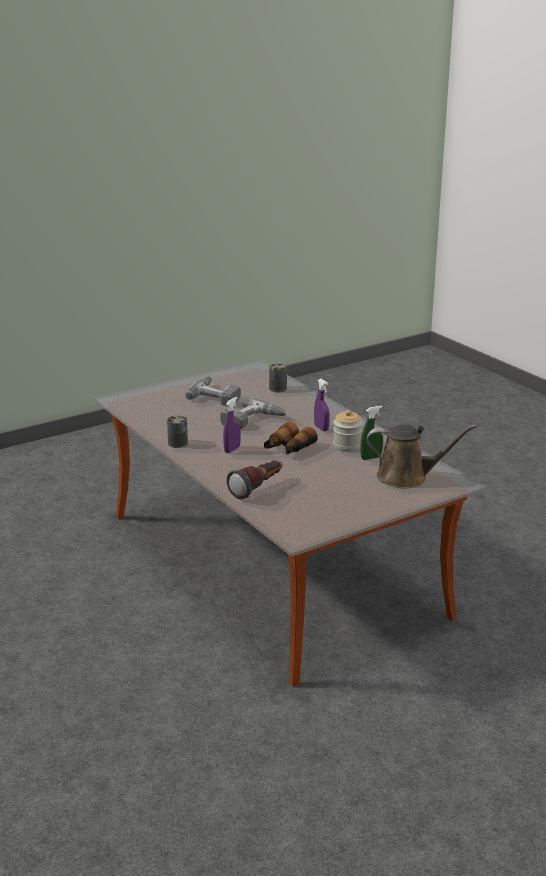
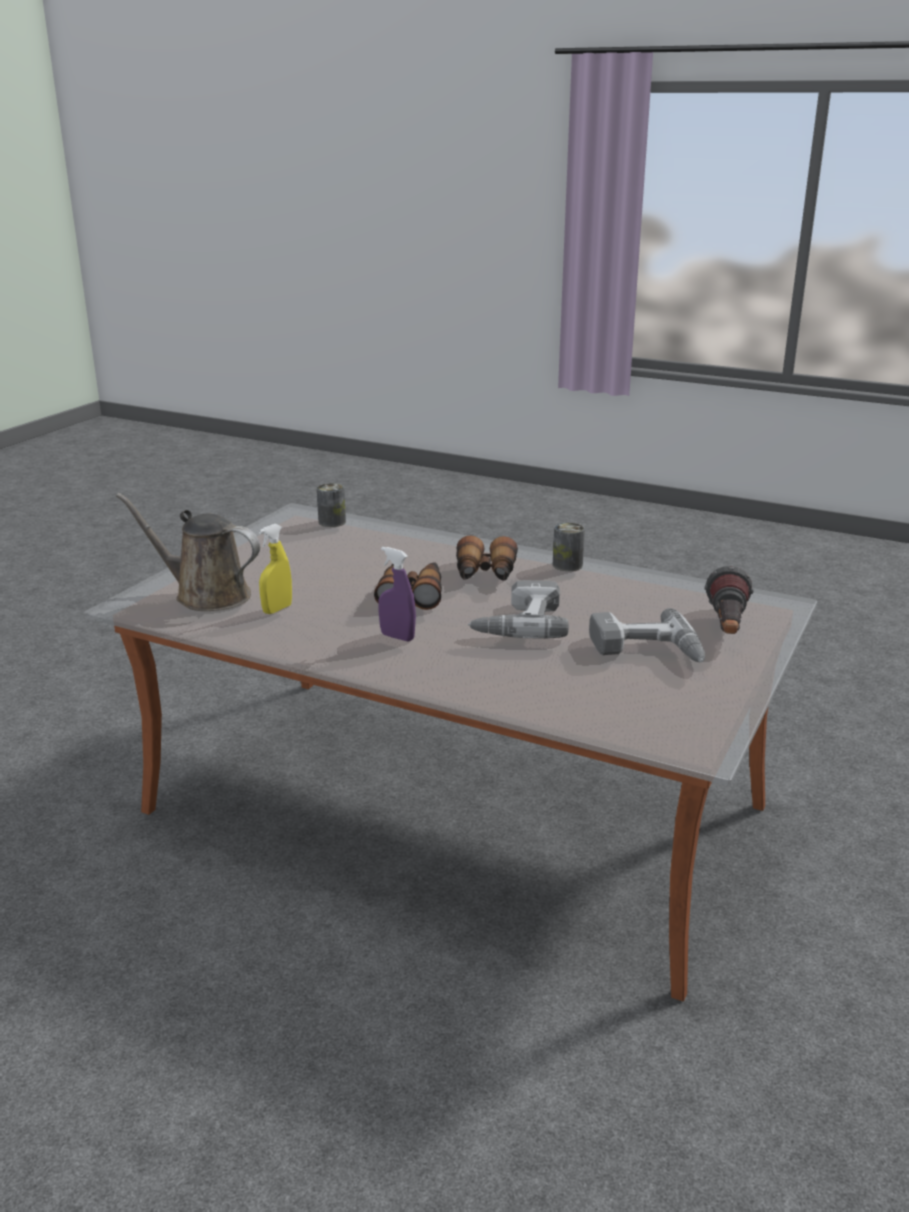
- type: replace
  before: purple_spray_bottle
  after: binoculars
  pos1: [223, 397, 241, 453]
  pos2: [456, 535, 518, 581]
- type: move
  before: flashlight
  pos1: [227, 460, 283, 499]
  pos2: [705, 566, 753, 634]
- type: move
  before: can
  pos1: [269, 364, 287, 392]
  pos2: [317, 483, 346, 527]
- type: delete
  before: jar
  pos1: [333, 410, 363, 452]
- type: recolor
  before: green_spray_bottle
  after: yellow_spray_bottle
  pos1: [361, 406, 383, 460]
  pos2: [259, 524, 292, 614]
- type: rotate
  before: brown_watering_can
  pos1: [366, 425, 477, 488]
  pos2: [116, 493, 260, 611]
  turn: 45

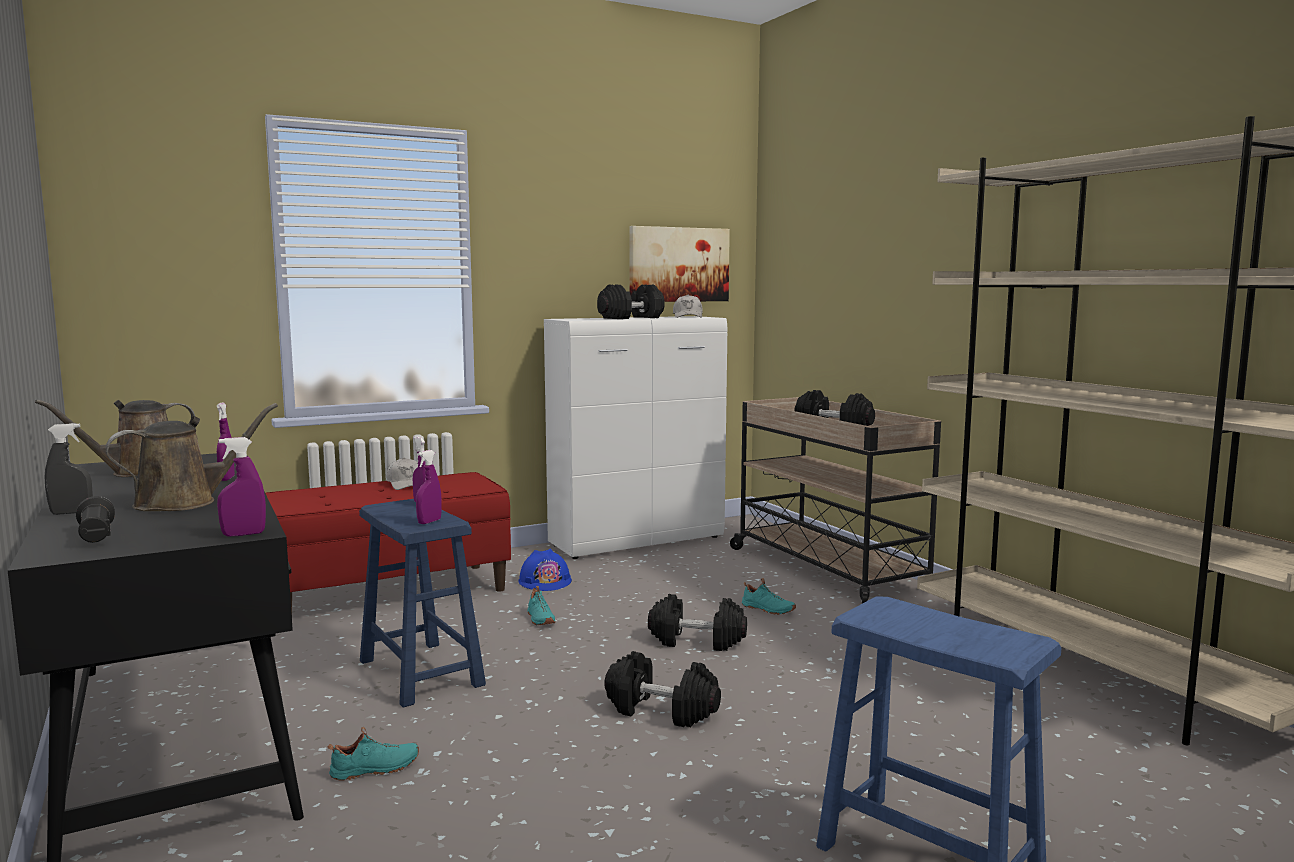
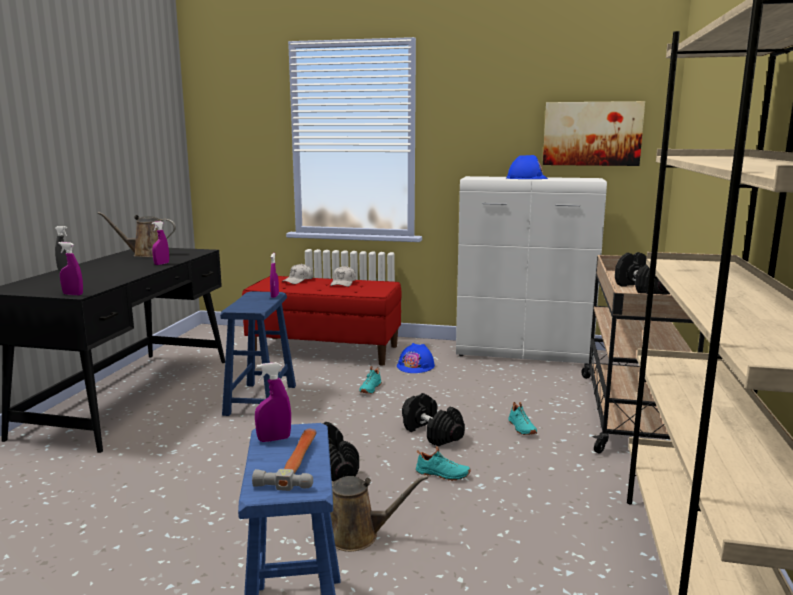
- type: delete
  before: black_flashlight
  pos1: [76, 496, 115, 543]
- type: move
  before: brown_watering_can
  pos1: [106, 403, 278, 511]
  pos2: [330, 475, 428, 552]
- type: move
  before: turquoise_shoe
  pos1: [328, 727, 419, 781]
  pos2: [416, 446, 471, 481]
- type: move
  before: purple_spray_bottle
  pos1: [416, 450, 442, 524]
  pos2: [255, 362, 291, 442]
- type: replace
  before: black_dumbbell
  after: blue_hard_hat
  pos1: [597, 284, 665, 319]
  pos2: [506, 155, 548, 179]
- type: move
  before: white_cap
  pos1: [673, 295, 703, 318]
  pos2: [282, 264, 314, 284]
- type: insert
  after: hammer
  pos2: [252, 429, 317, 491]

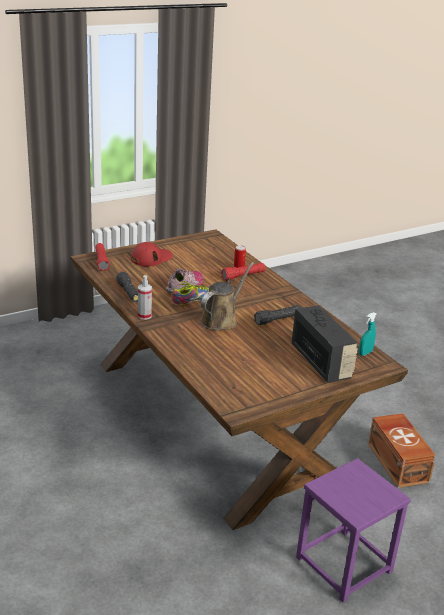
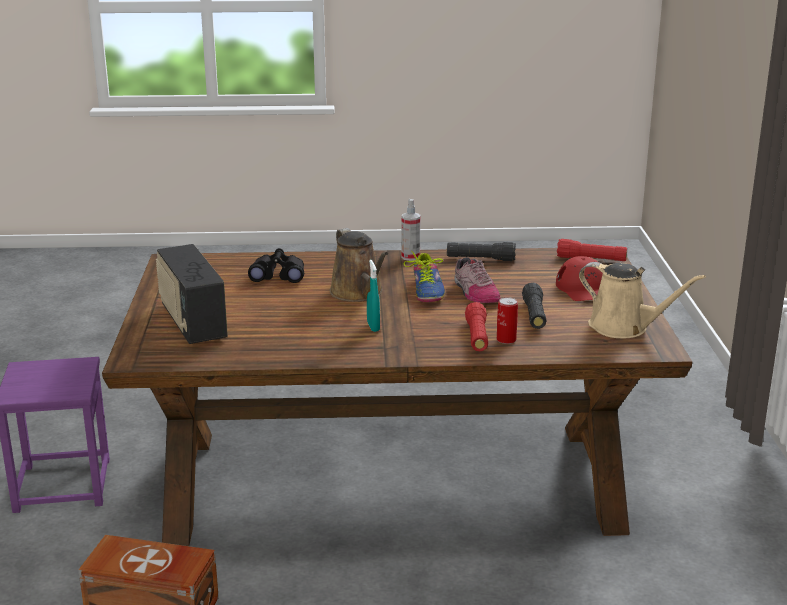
- type: move
  before: black_flashlight
  pos1: [254, 305, 302, 325]
  pos2: [522, 283, 546, 329]
- type: rotate
  before: radio
  pos1: [292, 305, 358, 383]
  pos2: [156, 244, 228, 344]
  turn: 60
- type: move
  before: turquoise_spray_bottle
  pos1: [359, 312, 376, 356]
  pos2: [367, 260, 380, 332]
- type: insert
  after: black_binoculars
  pos2: [248, 248, 304, 283]
- type: insert
  after: beige_watering_can
  pos2: [579, 262, 706, 339]

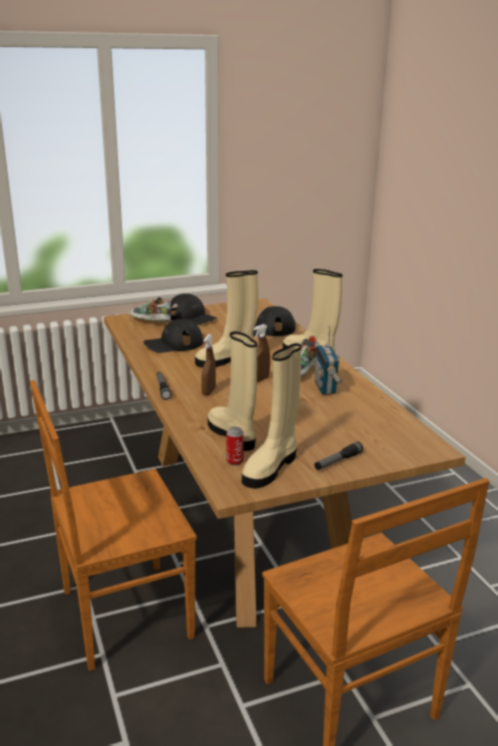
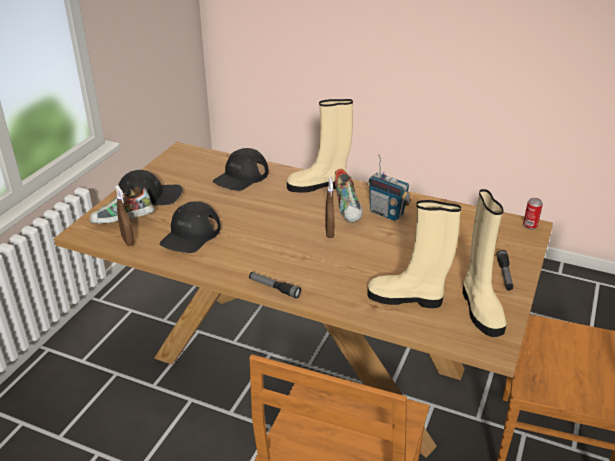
- type: delete
  before: beige_boot
  pos1: [195, 270, 258, 367]
- type: move
  before: brown_spray_bottle
  pos1: [201, 334, 216, 396]
  pos2: [115, 185, 134, 246]
- type: move
  before: can
  pos1: [226, 427, 244, 465]
  pos2: [523, 198, 543, 229]

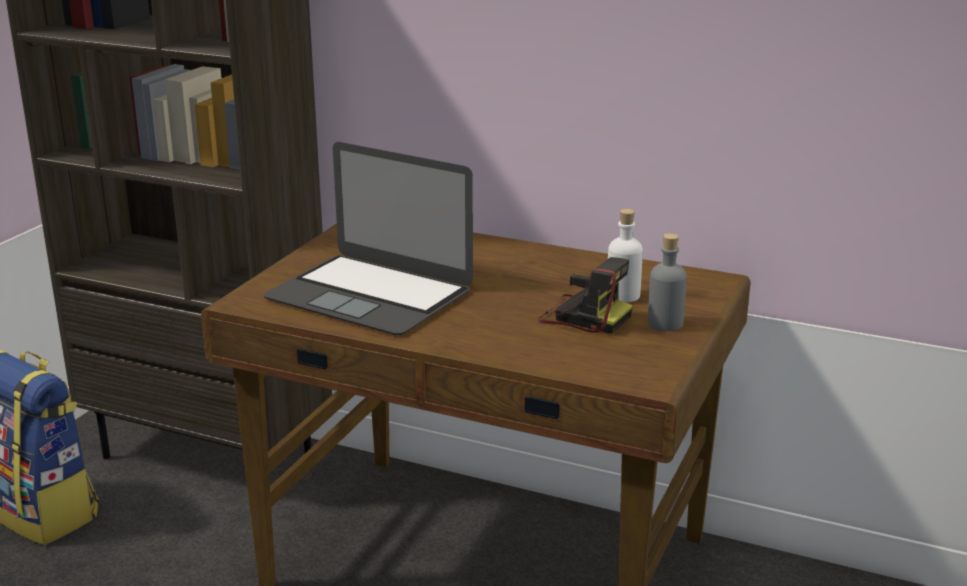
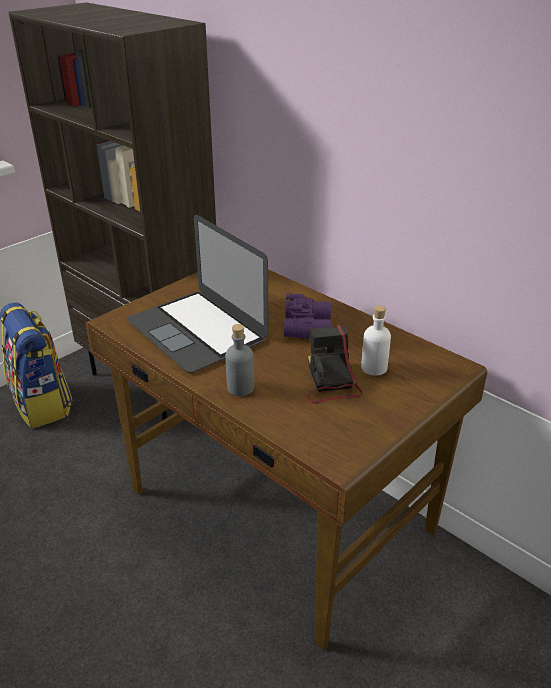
- type: rotate
  before: photo_camera
  pos1: [538, 257, 633, 334]
  pos2: [307, 326, 362, 404]
  turn: -150
- type: move
  before: grey_bottle
  pos1: [648, 233, 687, 331]
  pos2: [225, 324, 254, 396]
- type: insert
  after: purple_binoculars
  pos2: [284, 293, 331, 339]

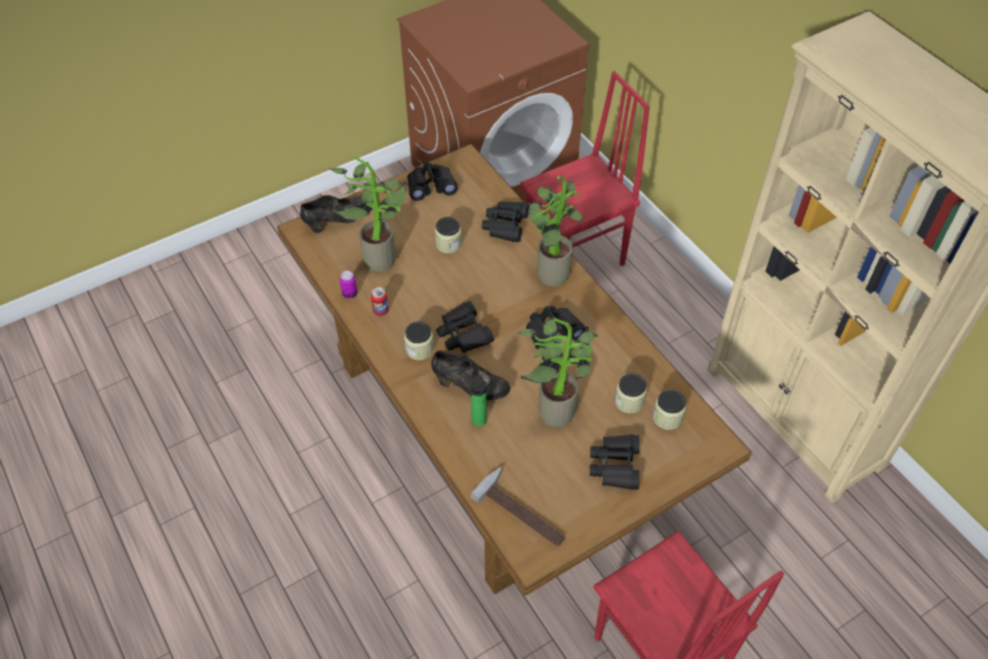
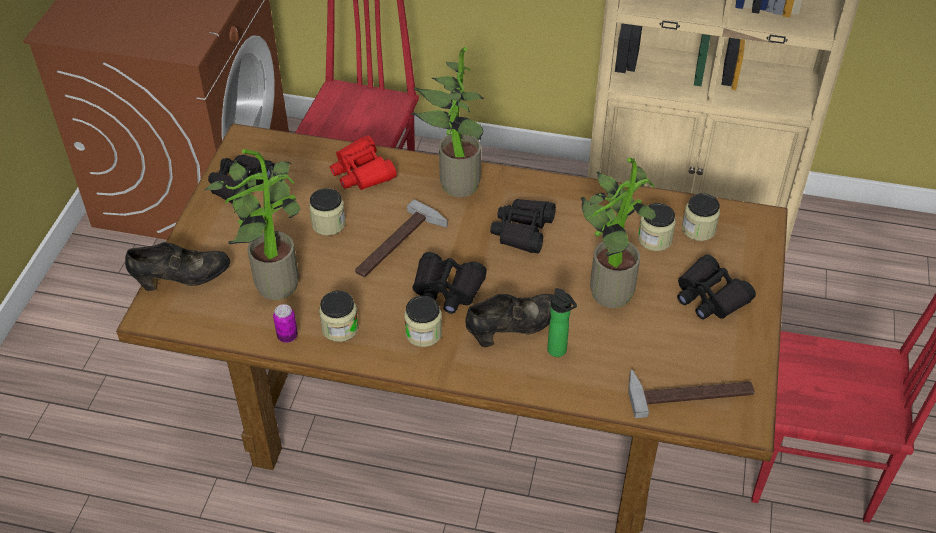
- type: rotate
  before: black_shoe
  pos1: [300, 195, 362, 233]
  pos2: [125, 242, 230, 291]
  turn: 60
- type: replace
  before: can
  after: jar
  pos1: [371, 287, 389, 316]
  pos2: [319, 291, 359, 342]
- type: recolor
  before: black_binoculars
  after: red_binoculars
  pos1: [482, 201, 529, 242]
  pos2: [330, 135, 397, 190]
- type: insert
  after: hammer
  pos2: [355, 199, 448, 277]

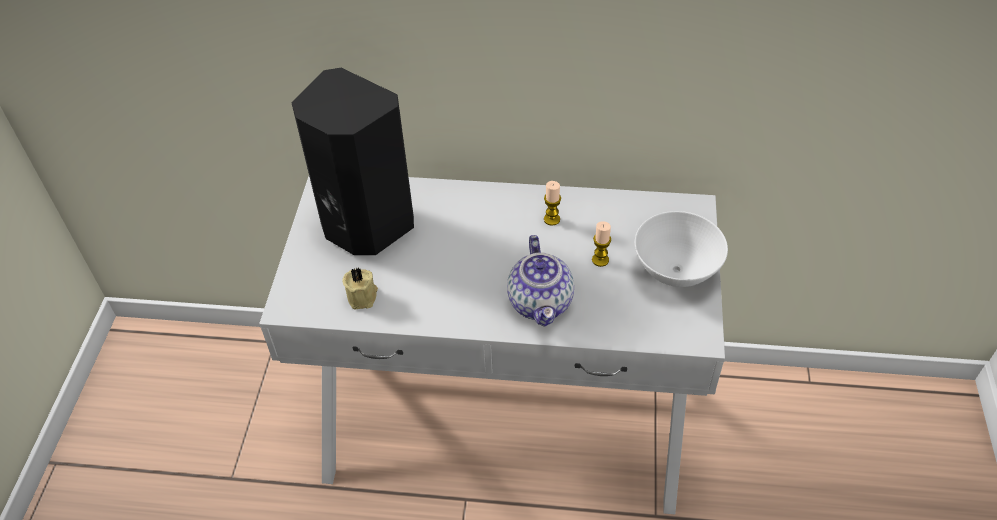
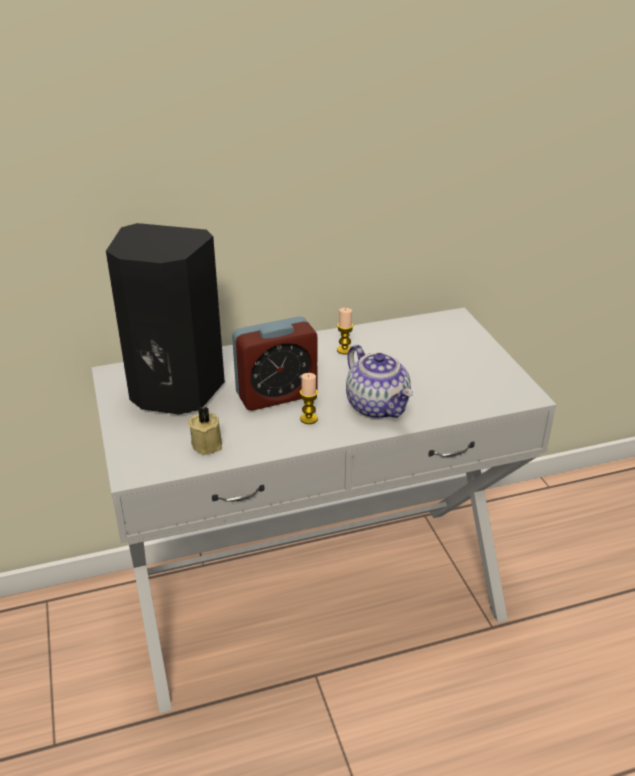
- type: move
  before: candle
  pos1: [592, 221, 611, 267]
  pos2: [300, 373, 318, 424]
- type: delete
  before: white_bowl
  pos1: [635, 211, 728, 287]
- type: insert
  after: alarm_clock
  pos2: [232, 316, 317, 411]

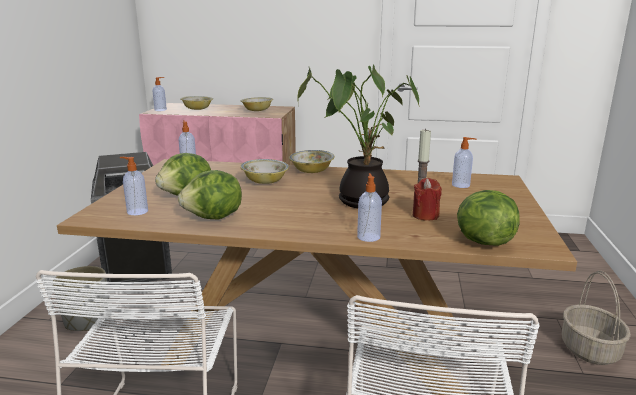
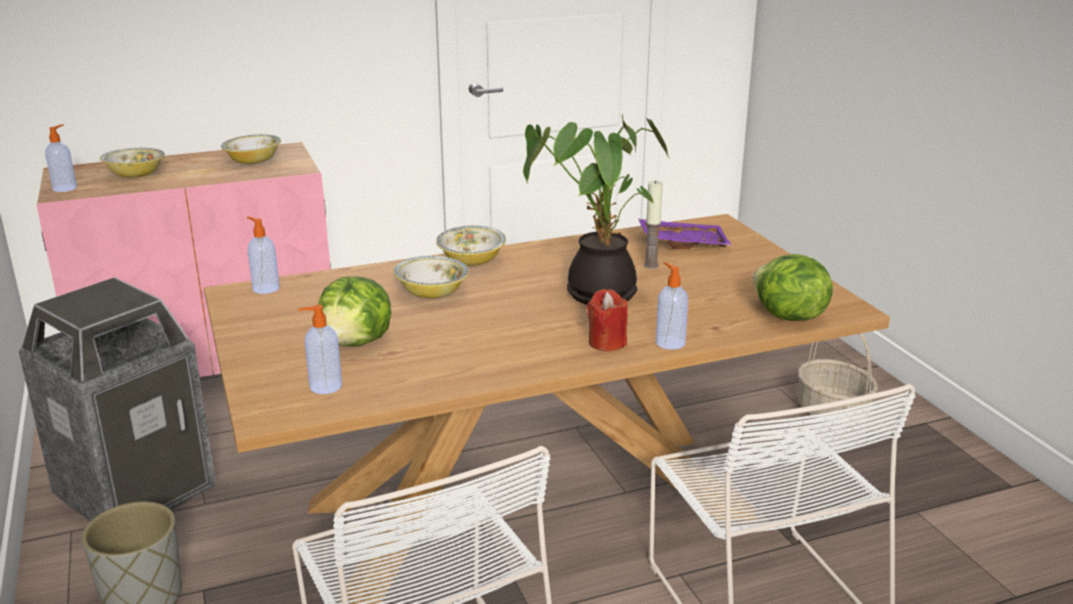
- type: delete
  before: lettuce
  pos1: [178, 170, 242, 219]
- type: move
  before: red_candle
  pos1: [413, 178, 442, 221]
  pos2: [587, 289, 628, 351]
- type: replace
  before: soap_dispenser
  after: purple_tray
  pos1: [452, 137, 477, 188]
  pos2: [639, 219, 732, 249]

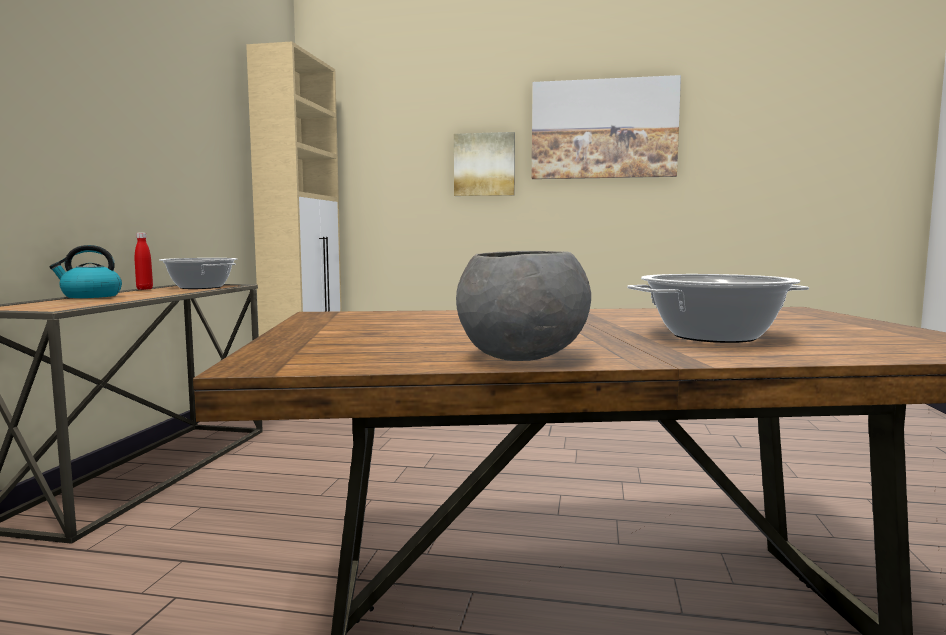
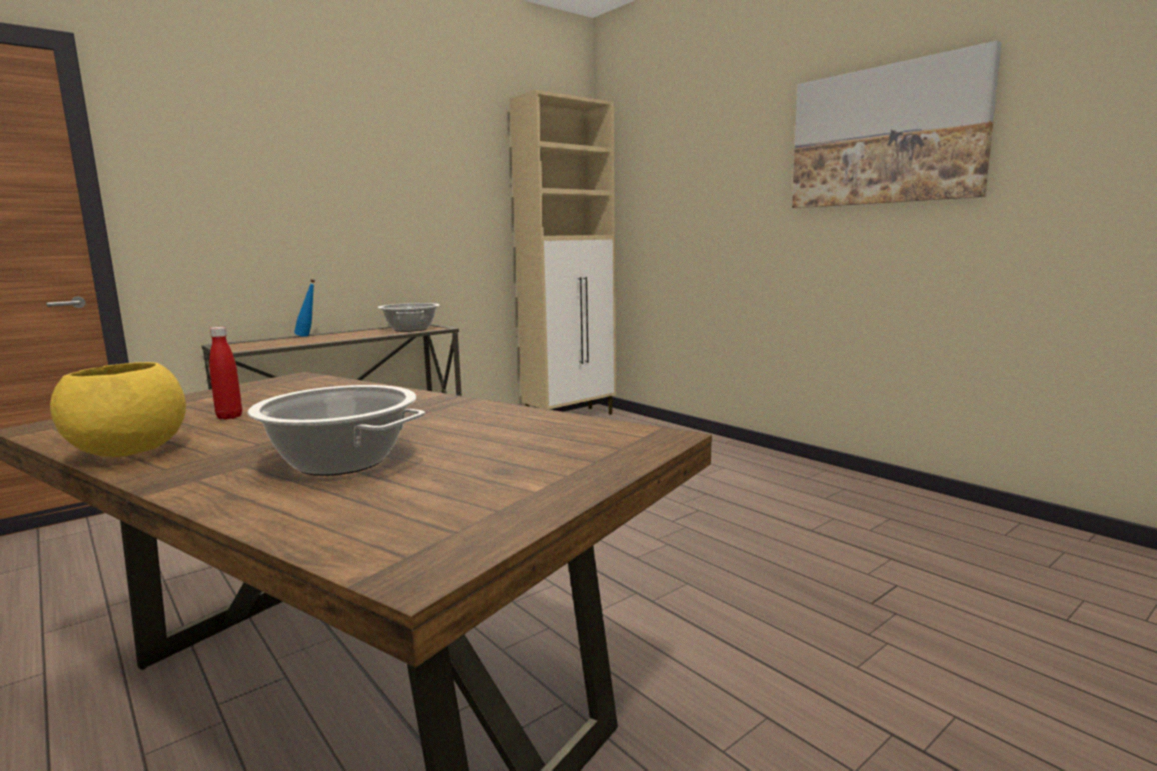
- type: replace
  before: kettle
  after: blue_bottle
  pos1: [50, 245, 122, 298]
  pos2: [294, 279, 315, 337]
- type: move
  before: red_bottle
  pos1: [135, 233, 153, 290]
  pos2: [209, 327, 242, 420]
- type: delete
  before: picture
  pos1: [454, 132, 515, 196]
- type: recolor
  before: grey_bowl
  after: yellow_bowl
  pos1: [456, 251, 591, 361]
  pos2: [50, 362, 186, 457]

